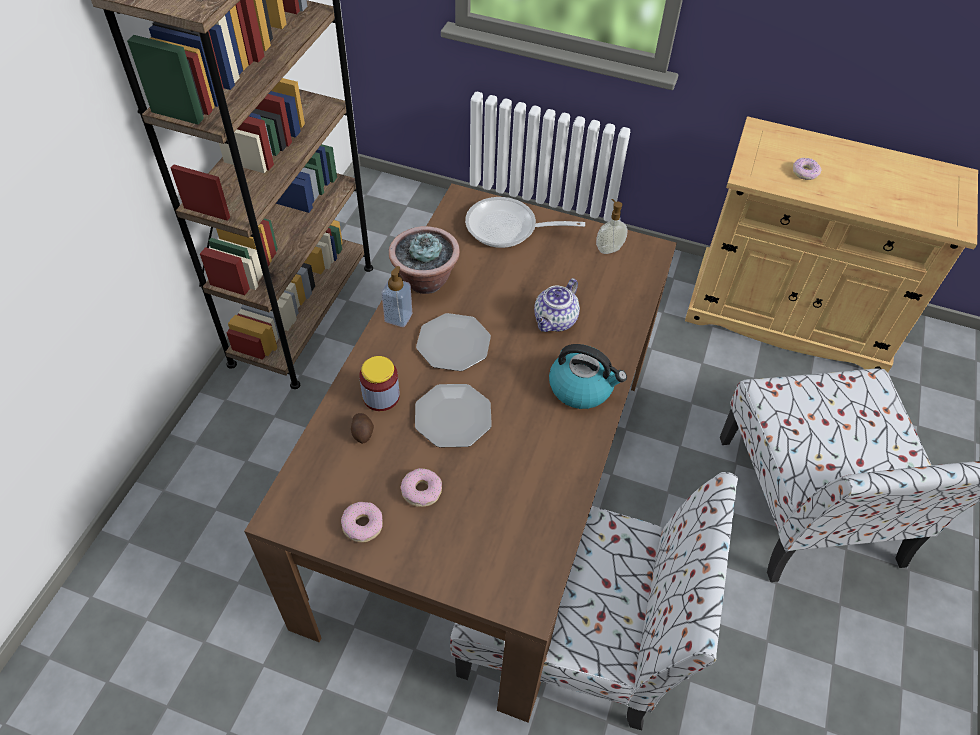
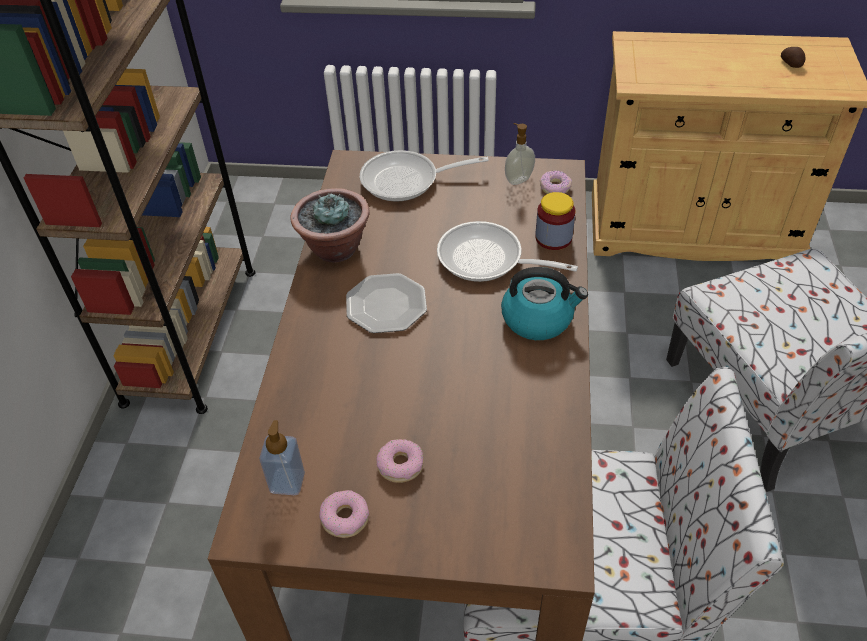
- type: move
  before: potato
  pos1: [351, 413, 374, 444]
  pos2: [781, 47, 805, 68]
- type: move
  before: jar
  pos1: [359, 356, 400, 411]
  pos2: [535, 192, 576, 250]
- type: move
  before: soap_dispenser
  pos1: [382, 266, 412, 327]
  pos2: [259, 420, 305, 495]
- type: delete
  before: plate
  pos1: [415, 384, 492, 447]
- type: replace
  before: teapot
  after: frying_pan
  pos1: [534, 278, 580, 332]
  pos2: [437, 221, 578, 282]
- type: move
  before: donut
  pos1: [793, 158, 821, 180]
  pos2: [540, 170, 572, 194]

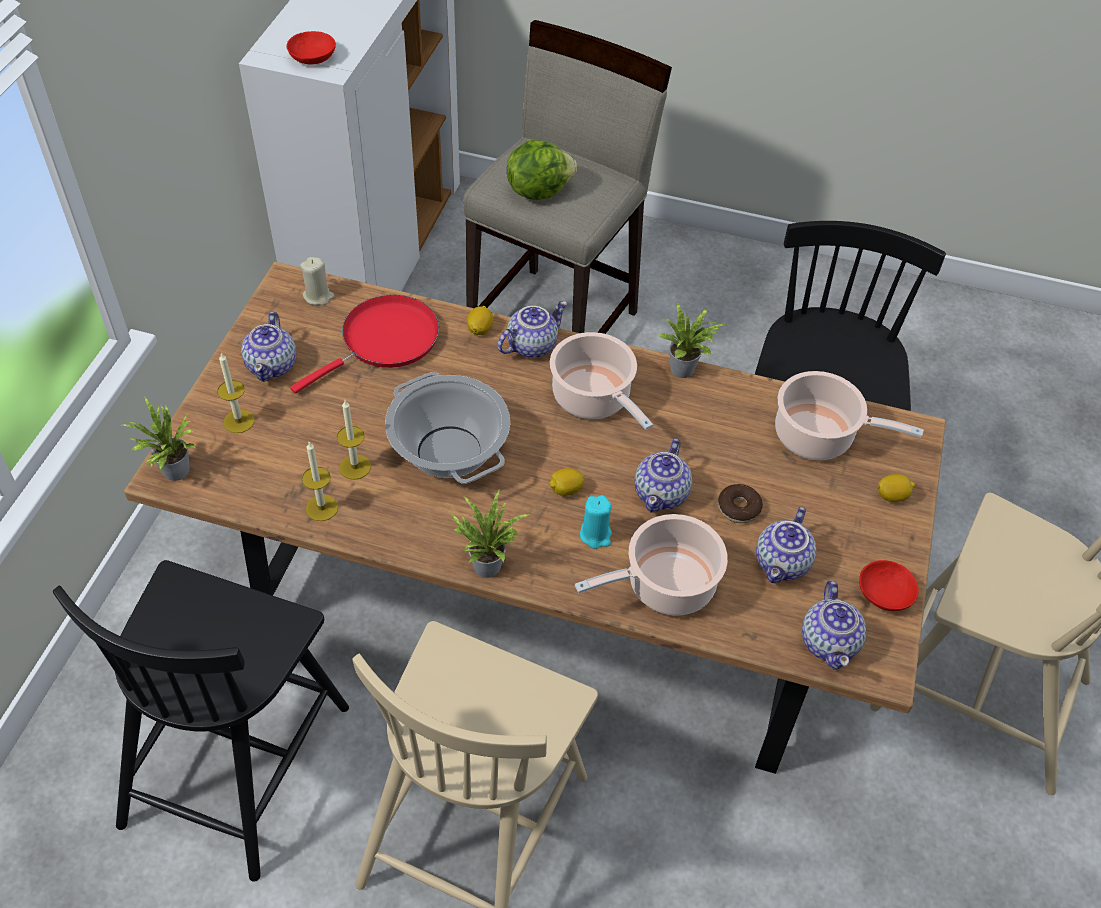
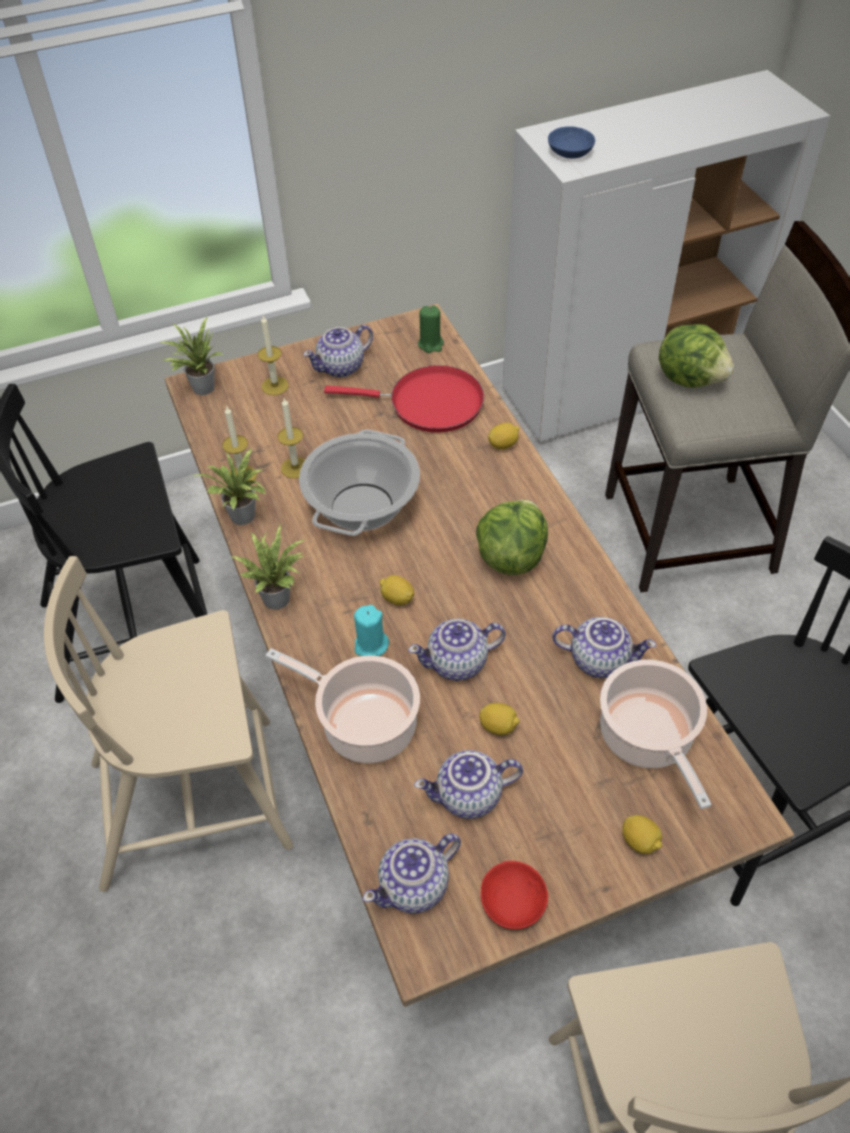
- type: recolor
  before: red_bowl
  after: blue_bowl
  pos1: [287, 31, 336, 64]
  pos2: [548, 126, 595, 159]
- type: recolor
  before: beige_candle
  after: green_candle
  pos1: [300, 257, 334, 305]
  pos2: [418, 306, 444, 353]
- type: move
  before: teapot
  pos1: [497, 301, 568, 358]
  pos2: [552, 617, 656, 678]
- type: replace
  before: cooking_pot
  after: lettuce
  pos1: [550, 332, 653, 430]
  pos2: [476, 500, 548, 575]
- type: move
  before: potted_plant
  pos1: [659, 302, 726, 378]
  pos2: [193, 448, 266, 525]
- type: replace
  before: donut
  after: lemon
  pos1: [718, 484, 763, 523]
  pos2: [479, 703, 520, 735]

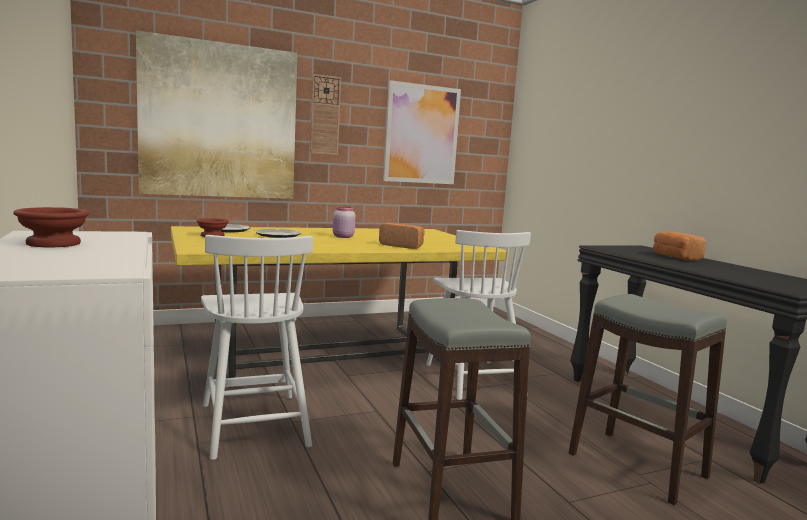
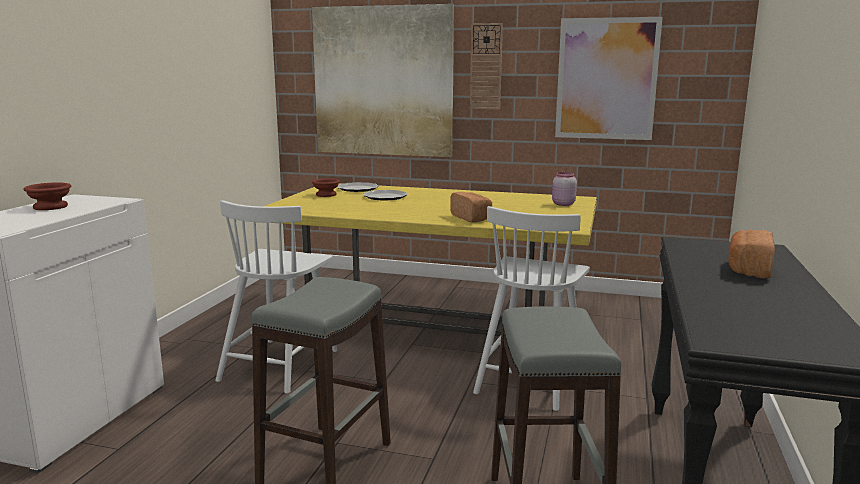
- type: move
  before: pink_jar
  pos1: [333, 206, 355, 238]
  pos2: [552, 172, 577, 206]

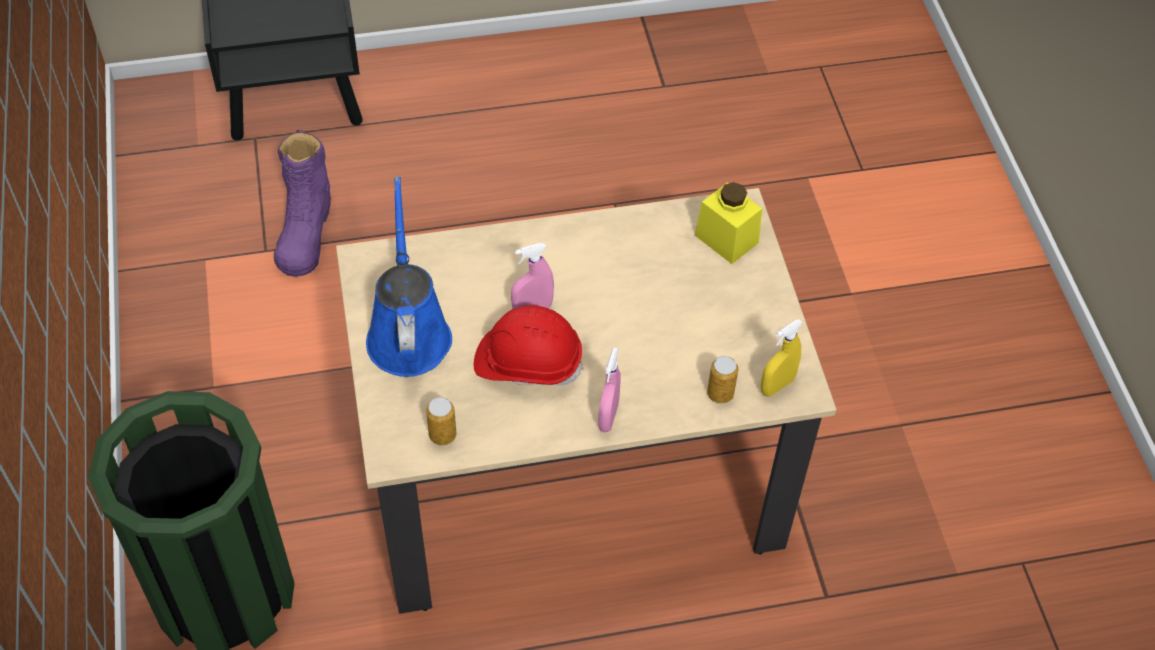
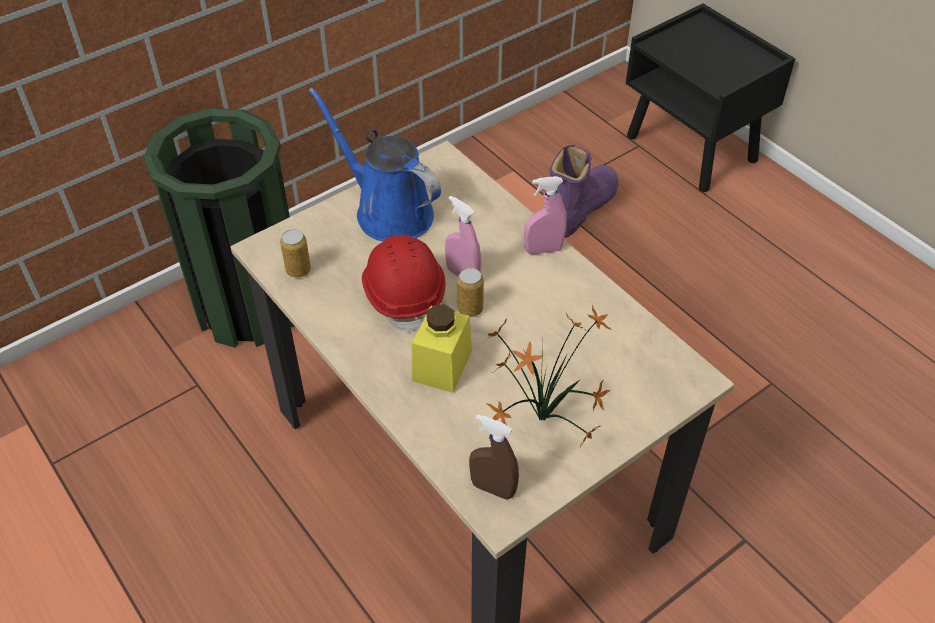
- type: rotate
  before: purple_boot
  pos1: [274, 130, 331, 277]
  pos2: [550, 145, 618, 238]
  turn: 150
- type: rotate
  before: blue_watering_can
  pos1: [366, 177, 452, 377]
  pos2: [308, 87, 441, 242]
  turn: -105
- type: move
  before: pink_spray_bottle
  pos1: [598, 348, 621, 432]
  pos2: [524, 176, 567, 255]
- type: move
  before: yellow_jar
  pos1: [695, 182, 762, 264]
  pos2: [412, 305, 472, 393]
- type: move
  before: can
  pos1: [707, 356, 738, 403]
  pos2: [457, 268, 484, 317]
- type: recolor
  before: yellow_spray_bottle
  after: brown_spray_bottle
  pos1: [761, 319, 803, 396]
  pos2: [469, 414, 519, 500]
- type: insert
  after: potted_plant
  pos2: [483, 304, 612, 447]

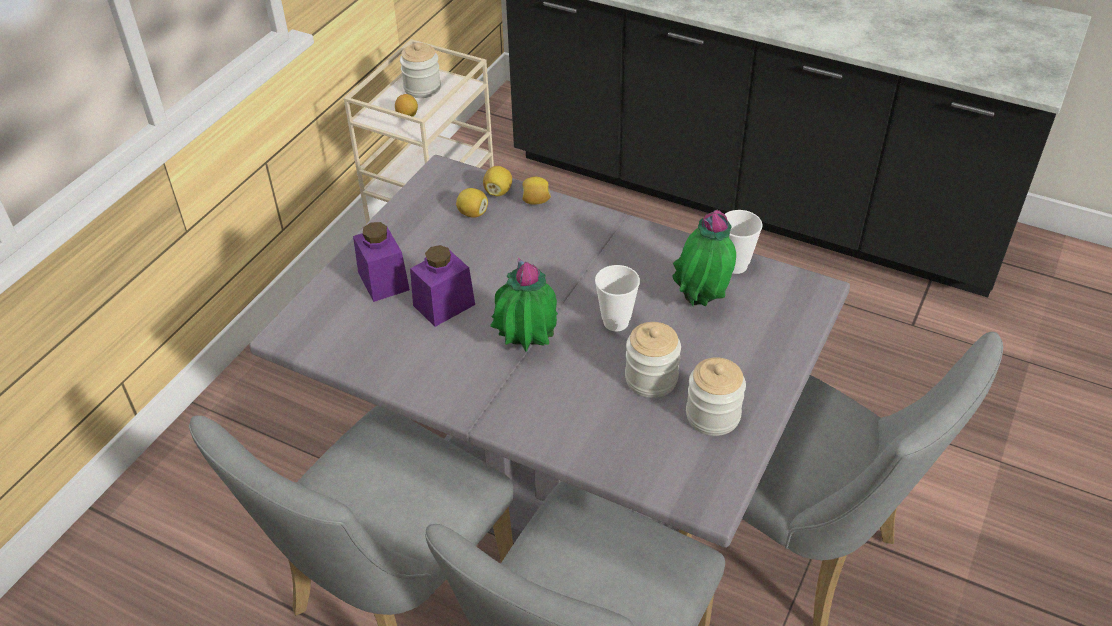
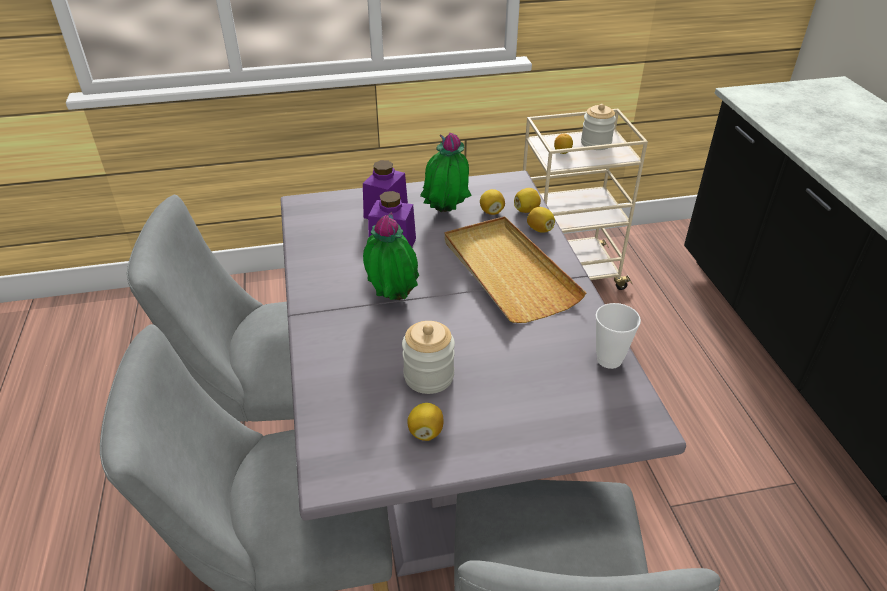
- type: delete
  before: cup
  pos1: [595, 265, 640, 331]
- type: move
  before: potted_plant
  pos1: [672, 210, 736, 306]
  pos2: [420, 133, 472, 212]
- type: replace
  before: jar
  after: lemon
  pos1: [686, 357, 746, 436]
  pos2: [407, 403, 444, 441]
- type: insert
  after: beige_tray
  pos2: [444, 216, 586, 323]

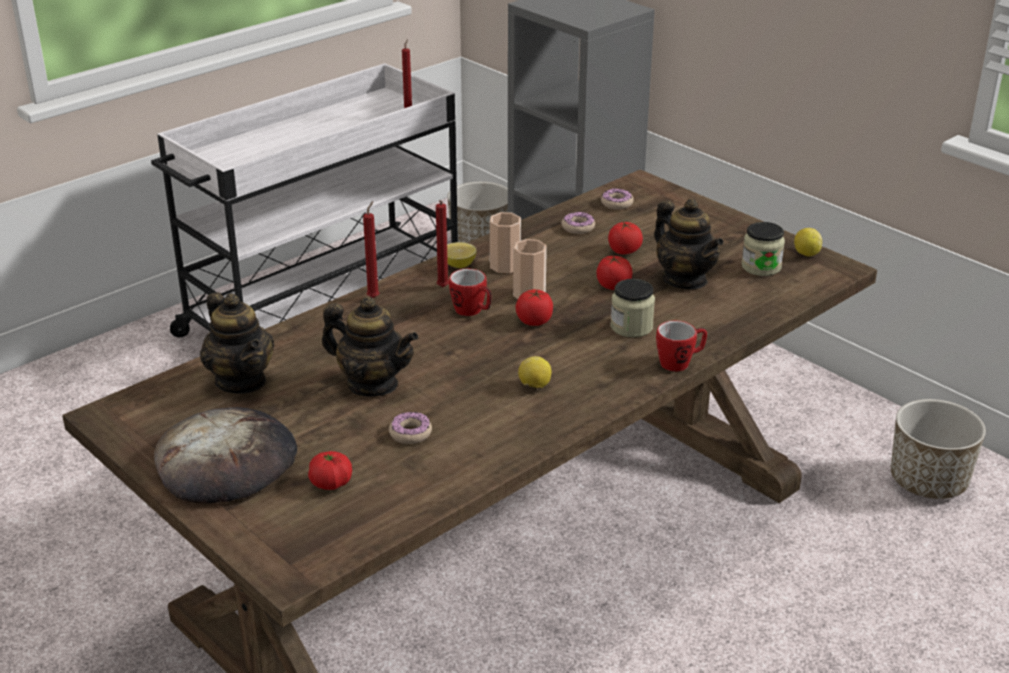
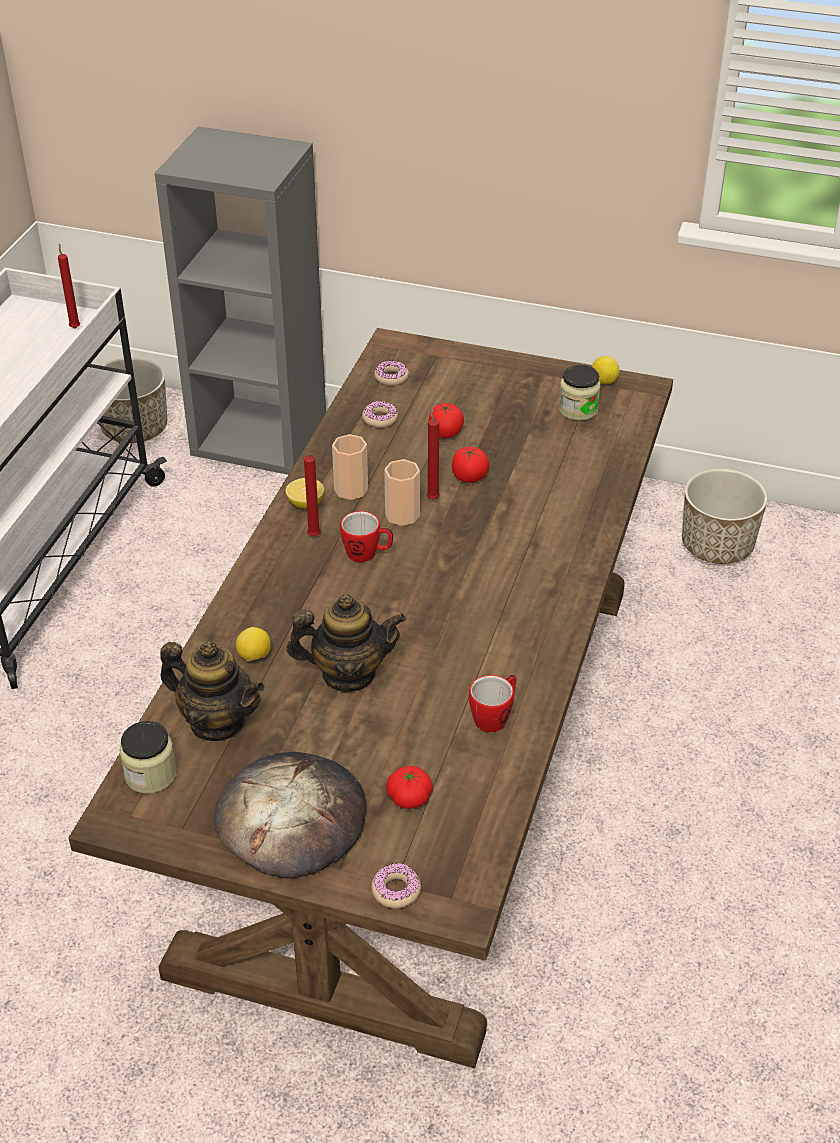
- type: move
  before: red_candle
  pos1: [363, 201, 379, 298]
  pos2: [427, 407, 440, 499]
- type: move
  before: donut
  pos1: [389, 412, 432, 444]
  pos2: [371, 863, 421, 909]
- type: delete
  before: tomato
  pos1: [516, 289, 553, 326]
- type: move
  before: lemon
  pos1: [518, 356, 552, 388]
  pos2: [236, 627, 271, 661]
- type: move
  before: jar
  pos1: [610, 279, 655, 338]
  pos2: [119, 721, 177, 794]
- type: delete
  before: teapot
  pos1: [654, 199, 724, 289]
- type: move
  before: mug
  pos1: [656, 321, 707, 372]
  pos2: [469, 675, 516, 733]

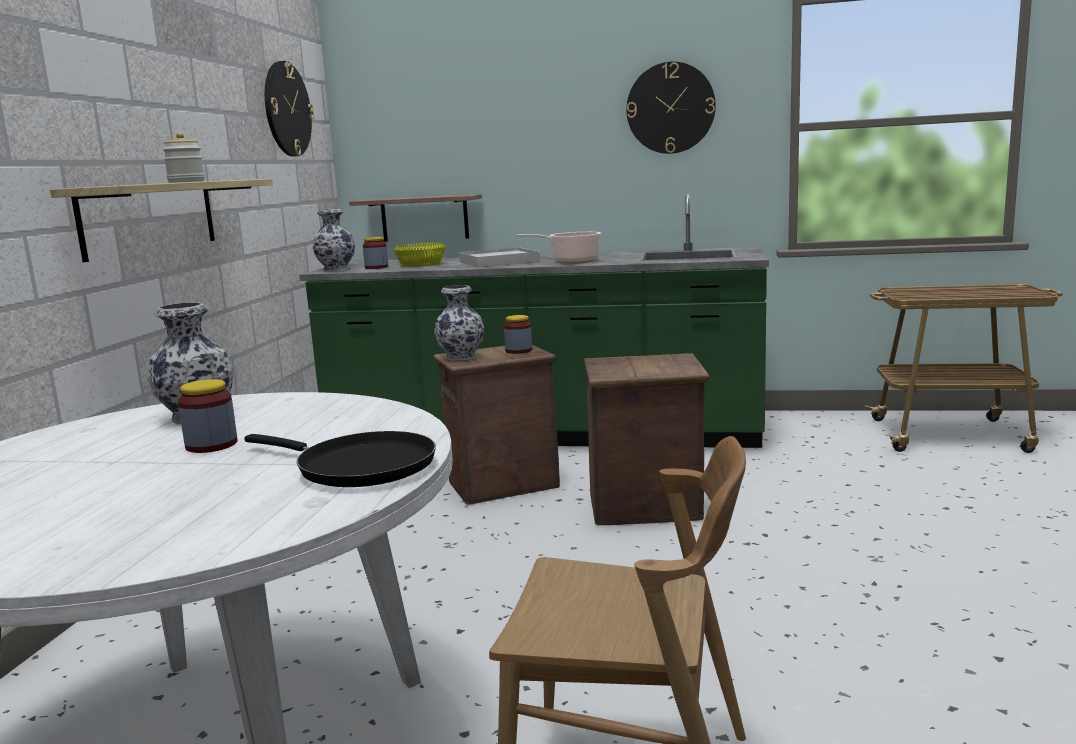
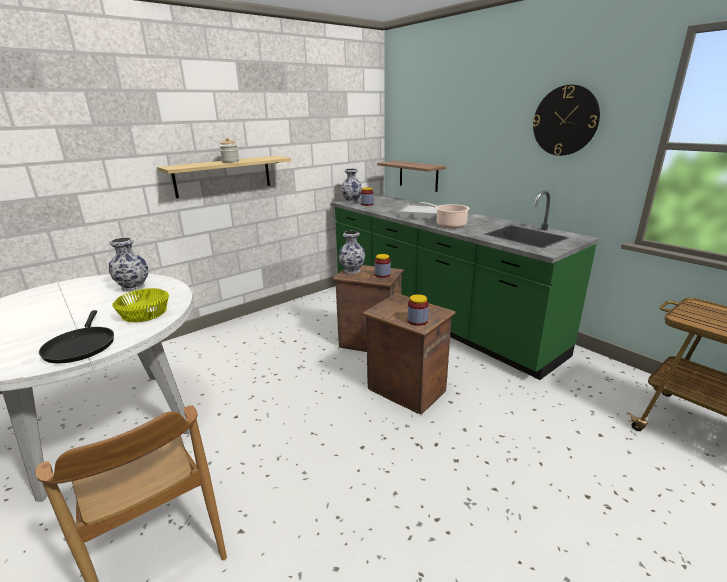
- type: move
  before: jar
  pos1: [178, 379, 237, 453]
  pos2: [408, 294, 429, 326]
- type: delete
  before: wall_clock
  pos1: [265, 61, 314, 157]
- type: move
  before: yellow_bowl
  pos1: [393, 242, 446, 267]
  pos2: [112, 288, 169, 322]

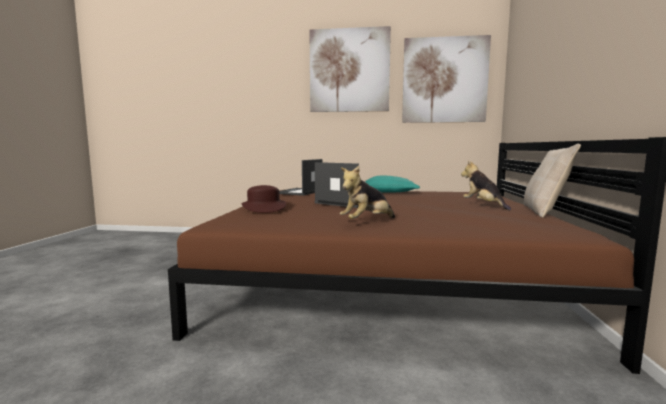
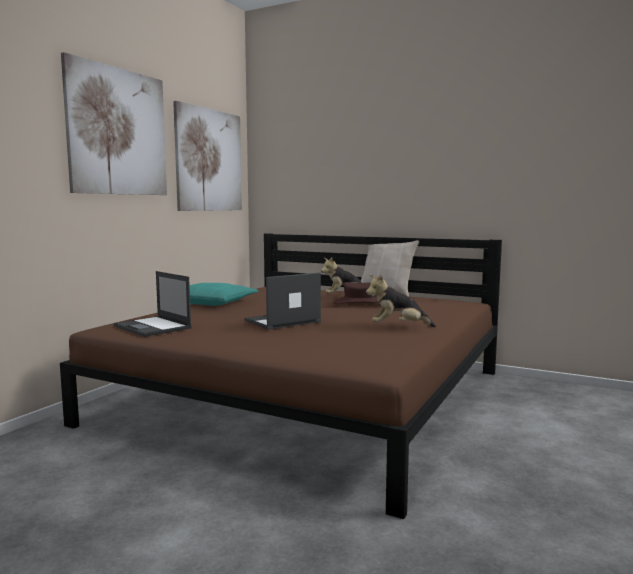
- type: move
  before: brown_hat
  pos1: [241, 185, 286, 213]
  pos2: [333, 282, 379, 304]
- type: rotate
  before: plush_toy
  pos1: [340, 166, 395, 219]
  pos2: [366, 275, 436, 327]
  turn: 105

